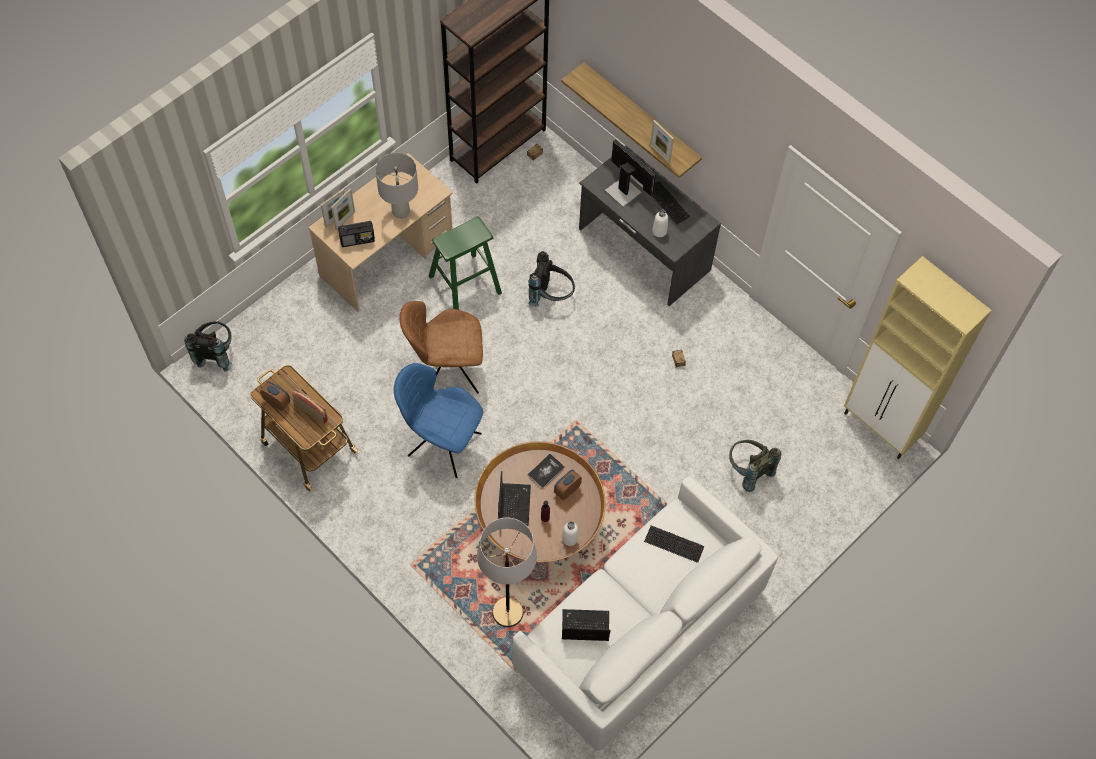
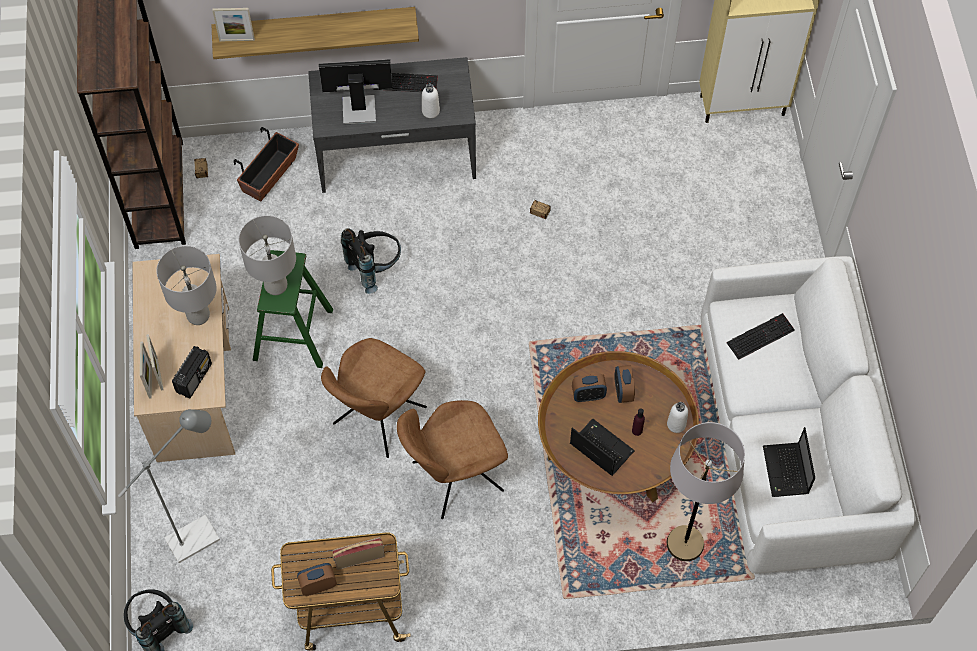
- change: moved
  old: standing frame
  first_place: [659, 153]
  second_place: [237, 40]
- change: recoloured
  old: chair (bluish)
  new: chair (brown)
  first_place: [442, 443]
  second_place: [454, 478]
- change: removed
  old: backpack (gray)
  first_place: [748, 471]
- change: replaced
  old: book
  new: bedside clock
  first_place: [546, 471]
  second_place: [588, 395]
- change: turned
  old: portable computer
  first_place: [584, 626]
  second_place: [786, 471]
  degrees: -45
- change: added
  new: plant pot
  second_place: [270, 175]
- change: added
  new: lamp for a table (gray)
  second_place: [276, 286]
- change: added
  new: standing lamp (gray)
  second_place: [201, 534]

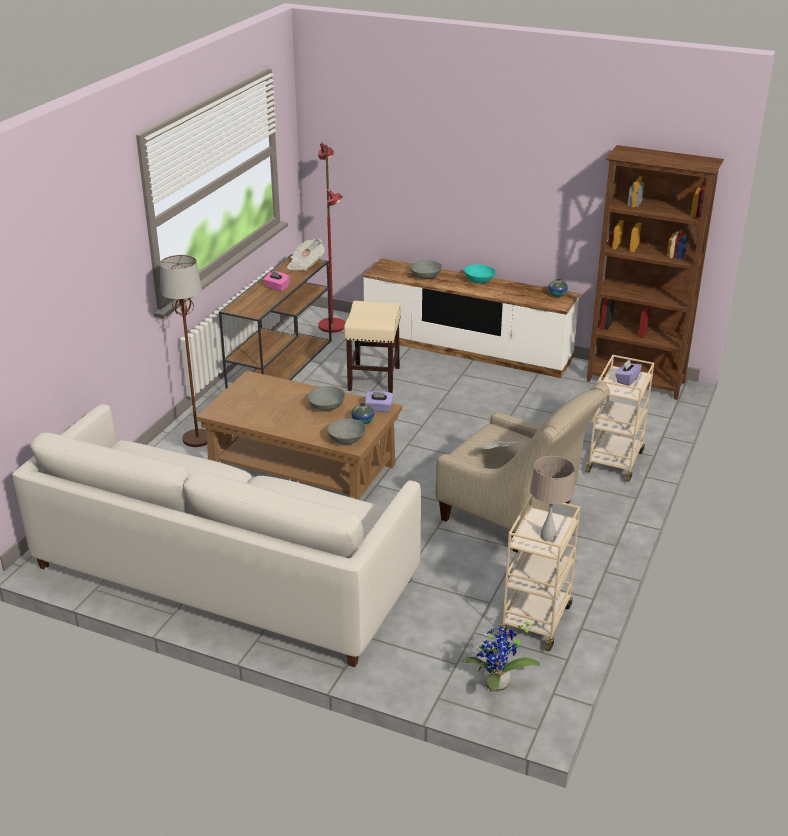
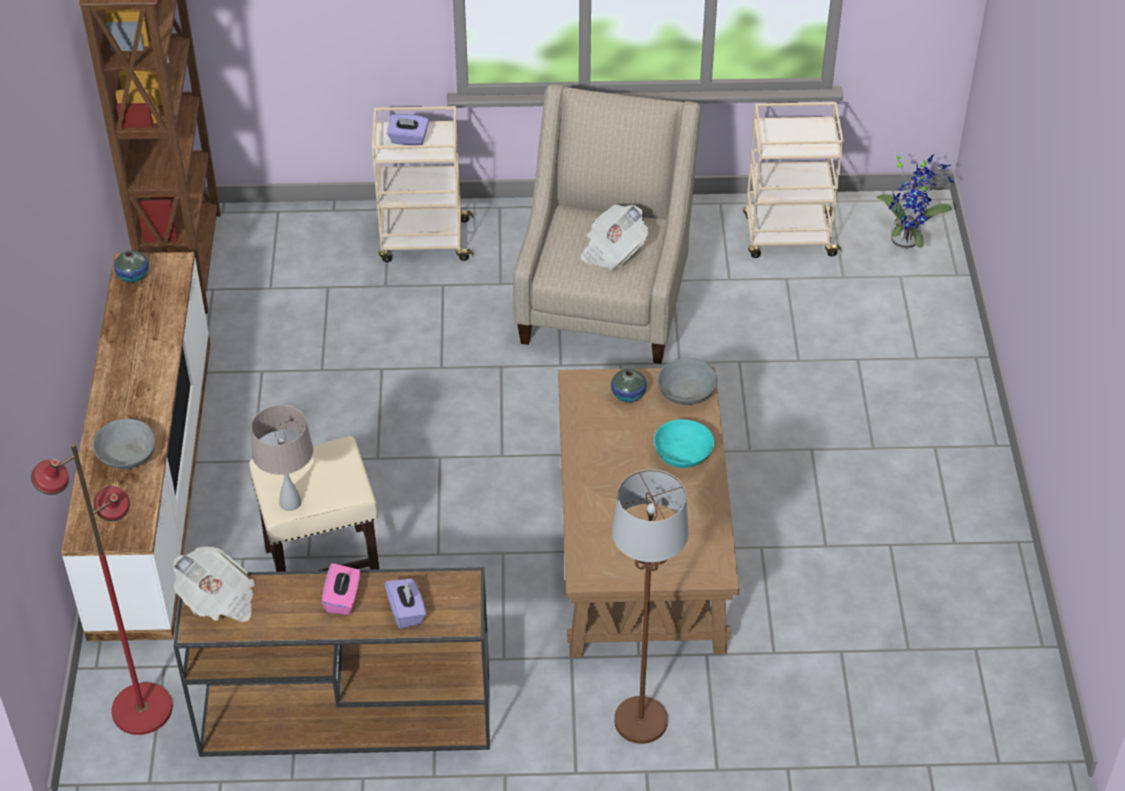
- change: moved
  old: serving bowl (turquoise-coloured)
  first_place: [479, 281]
  second_place: [683, 455]
- change: removed
  old: serving bowl (gray)
  first_place: [327, 406]
- change: moved
  old: tissue holder (purplish)
  first_place: [379, 409]
  second_place: [406, 612]
- change: removed
  old: settee (white)
  first_place: [224, 573]
- change: moved
  old: lamp for a table (sand-coloured)
  first_place: [547, 536]
  second_place: [290, 503]

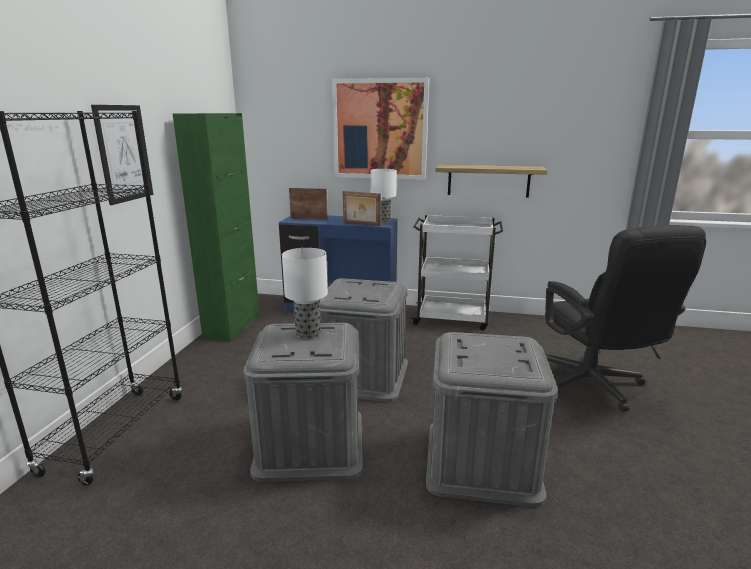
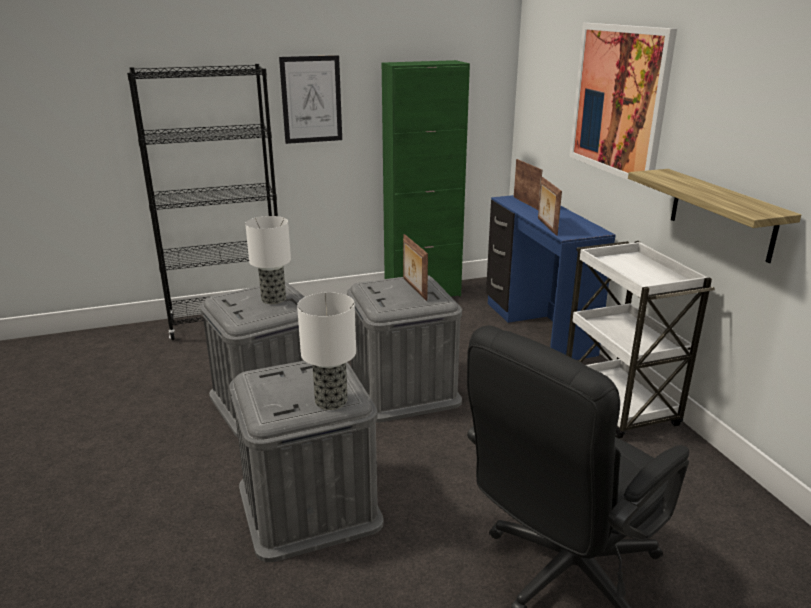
- change: moved
  old: lamp for a table
  first_place: [383, 222]
  second_place: [332, 401]
- change: added
  new: standing frame
  second_place: [413, 289]

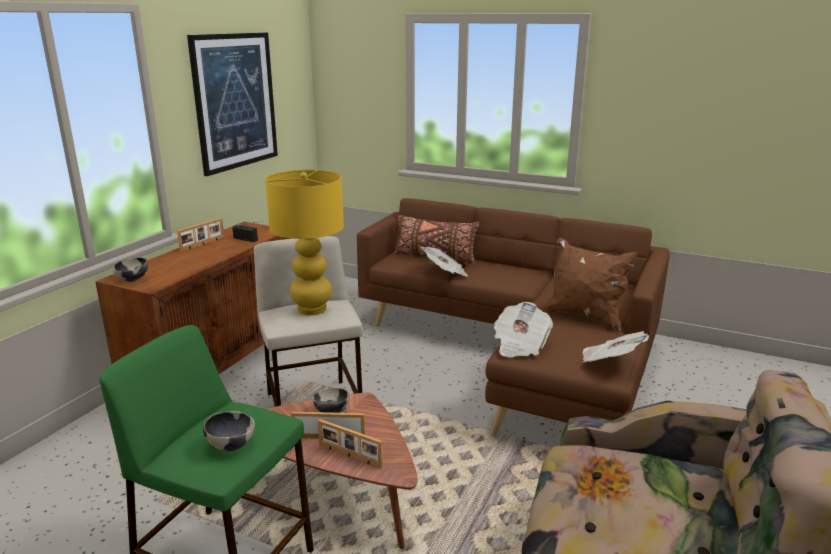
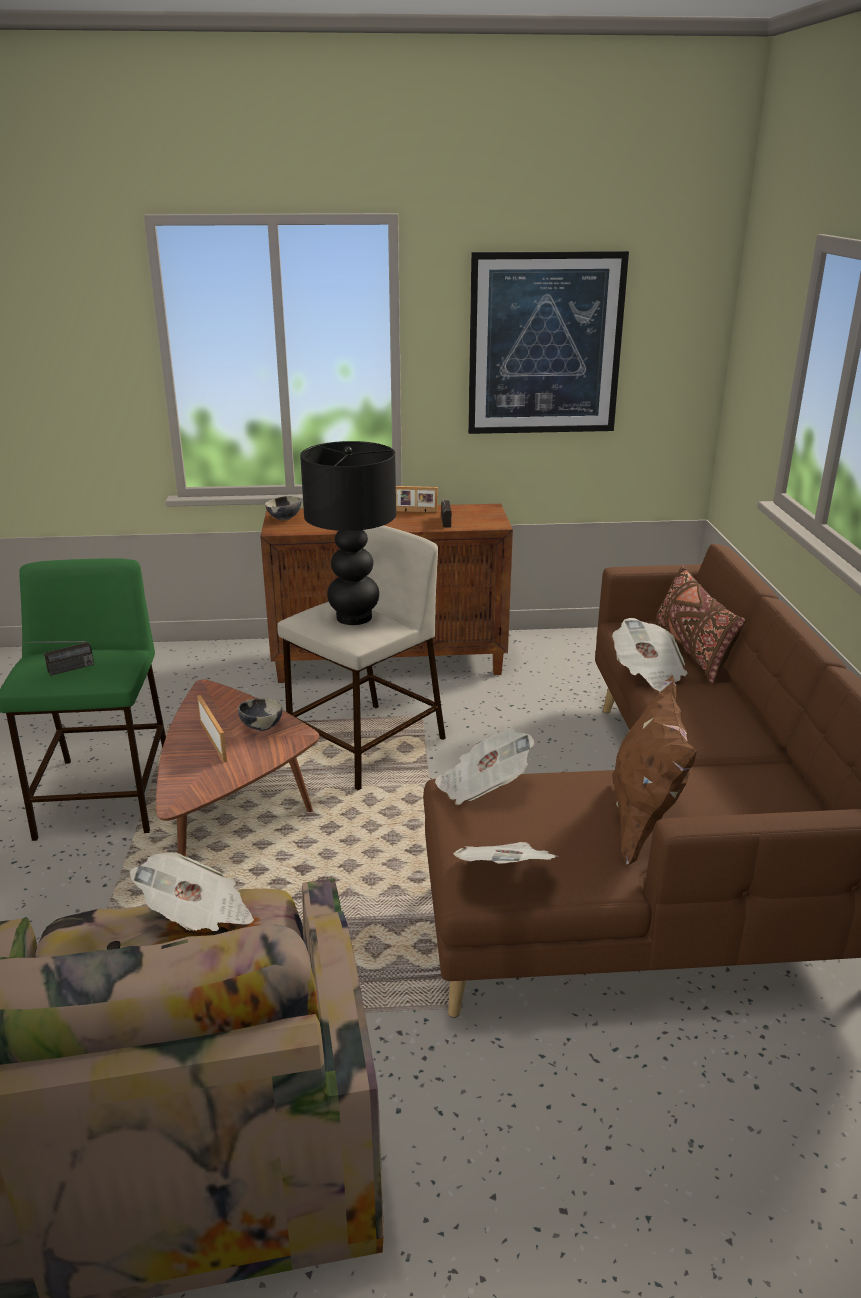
- change: recoloured
  old: lamp for a table (yellow-coloured)
  new: lamp for a table (black-coloured)
  first_place: [312, 309]
  second_place: [355, 617]
- change: replaced
  old: serving bowl
  new: radio receiver
  first_place: [231, 445]
  second_place: [59, 671]
- change: removed
  old: standing frame
  first_place: [349, 456]
- change: added
  new: printed paper
  second_place: [198, 916]

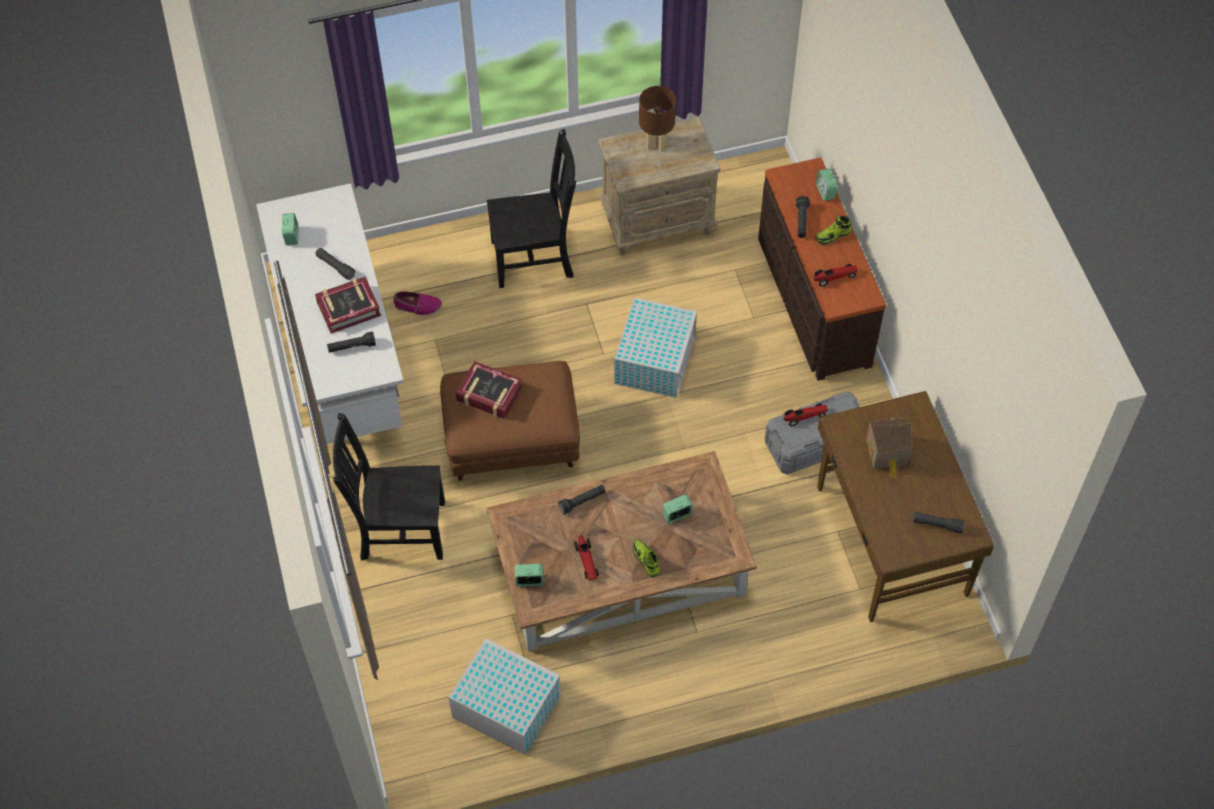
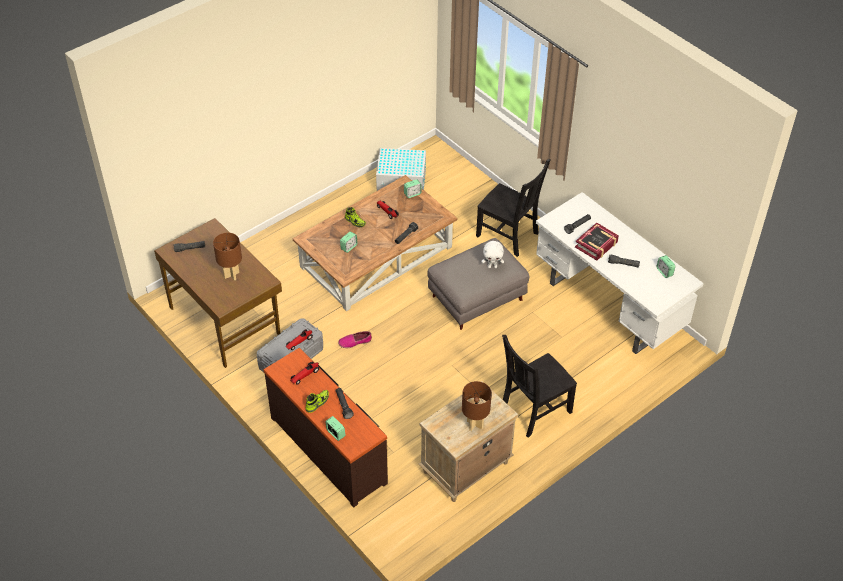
- change: moved
  old: item of footwear
  first_place: [418, 306]
  second_place: [355, 342]
- change: removed
  old: storage container (white)
  first_place: [655, 359]
- change: recoloured
  old: ottoman (brown)
  new: ottoman (gray)
  first_place: [511, 440]
  second_place: [477, 298]
- change: replaced
  old: book
  new: cuddly toy (white)
  first_place: [489, 394]
  second_place: [492, 266]
- change: turned
  old: chair (black-coloured)
  first_place: [399, 529]
  second_place: [509, 235]
  degrees: 60
- change: replaced
  old: toy house
  new: lamp for a table (brown)
  first_place: [887, 454]
  second_place: [231, 275]

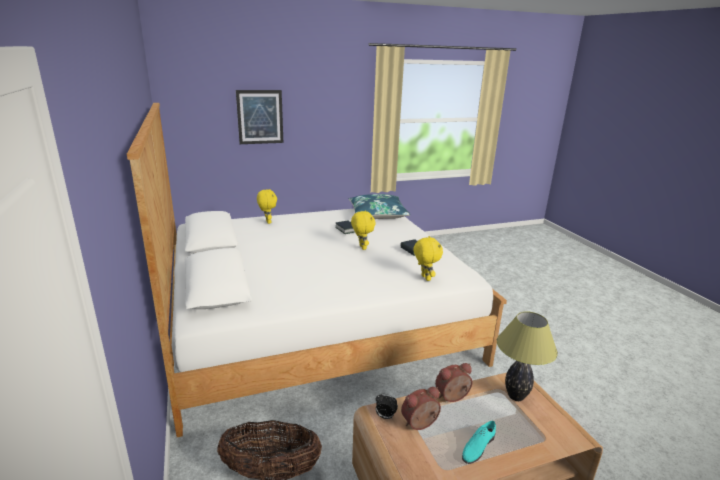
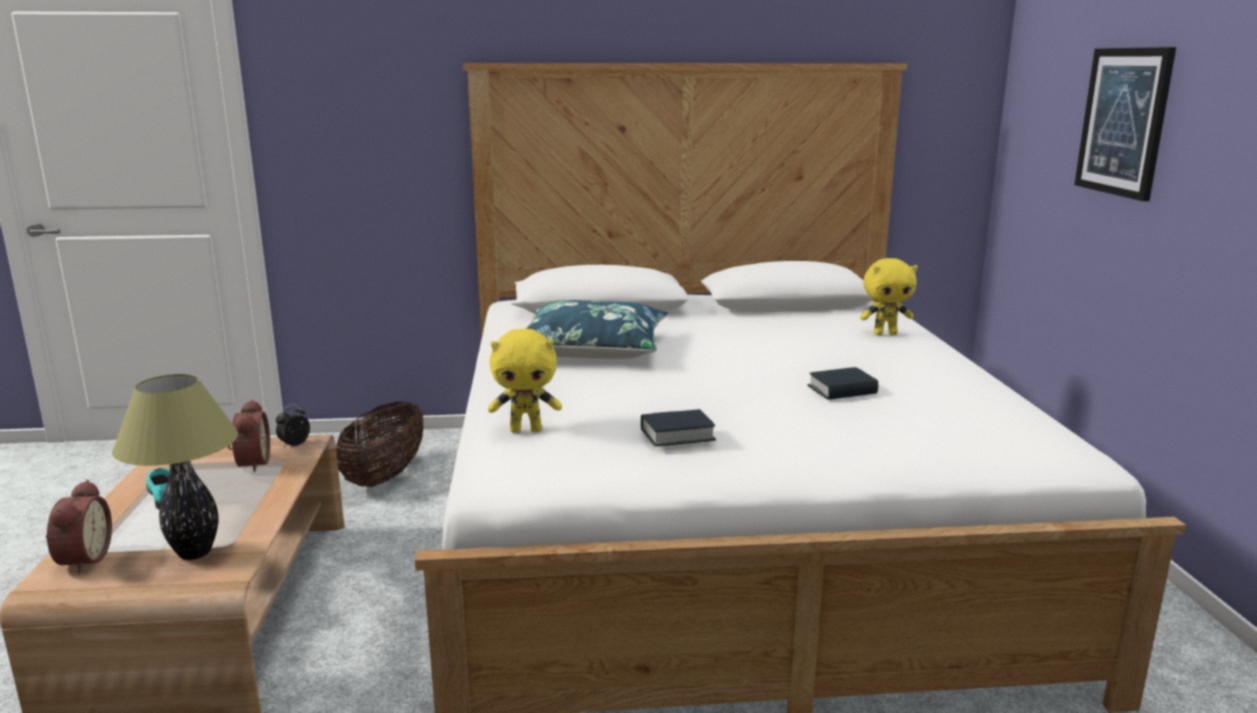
- change: moved
  old: pillow (bluish)
  first_place: [377, 214]
  second_place: [592, 349]
- change: removed
  old: cuddly toy (yellow-coloured)
  first_place: [361, 247]
- change: moved
  old: bedside clock
  first_place: [453, 397]
  second_place: [81, 560]

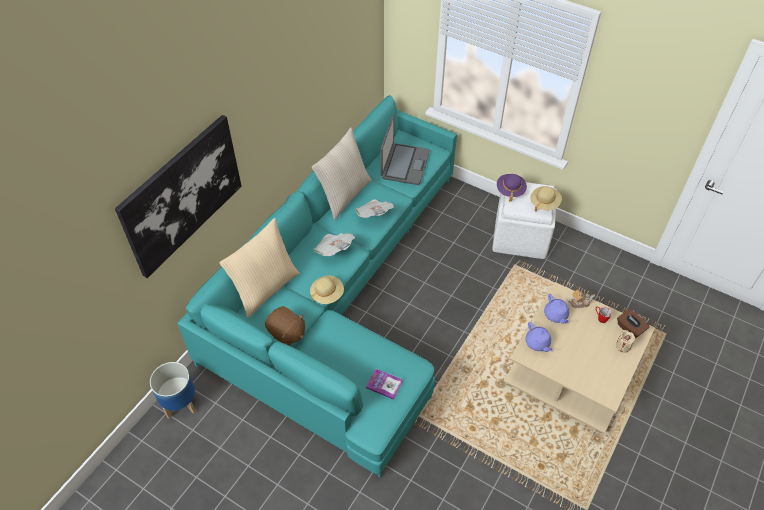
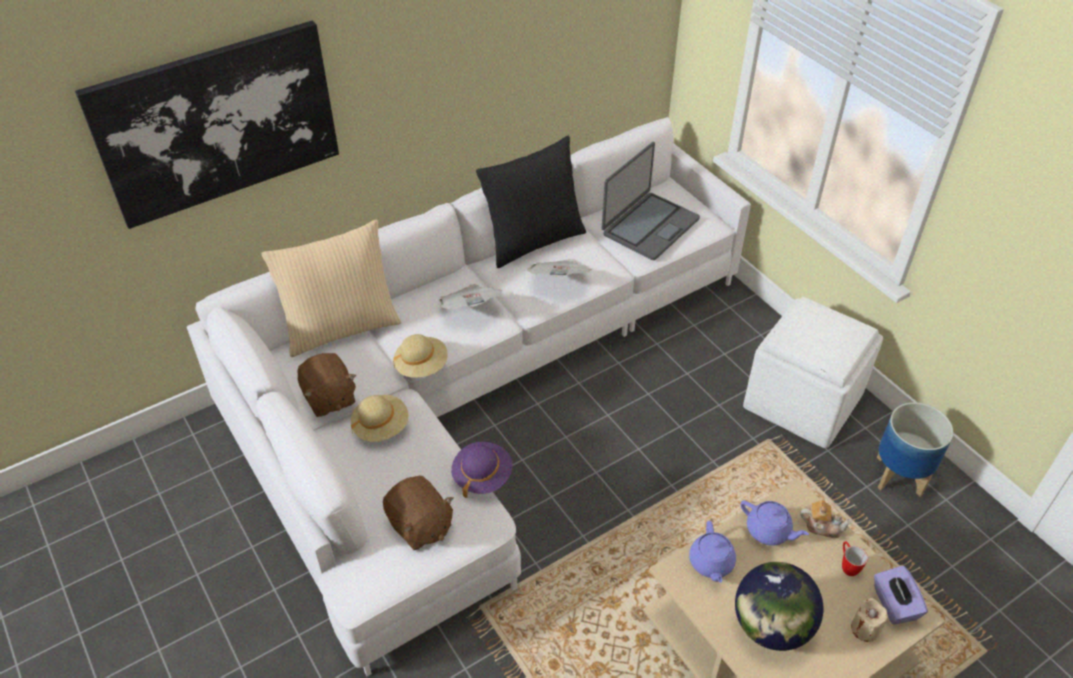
- change: recoloured
  old: settee (turquoise-coloured)
  new: settee (white)
  first_place: [340, 298]
  second_place: [469, 392]
- change: recoloured
  old: pillow (sand-coloured)
  new: pillow (black-coloured)
  first_place: [344, 195]
  second_place: [533, 240]
- change: moved
  old: wearable hat (purplish)
  first_place: [510, 190]
  second_place: [482, 476]
- change: moved
  old: wearable hat (sand-coloured)
  first_place: [544, 203]
  second_place: [381, 427]
- change: turned
  old: teapot (purplish)
  first_place: [556, 315]
  second_place: [769, 531]
  degrees: -60
- change: recoloured
  old: tissue holder (brown)
  new: tissue holder (purplish)
  first_place: [629, 329]
  second_place: [893, 604]
- change: moved
  old: plant pot
  first_place: [180, 403]
  second_place: [899, 475]
- change: replaced
  old: book
  new: cuddly toy (brown)
  first_place: [384, 384]
  second_place: [420, 526]
- change: added
  new: desk globe
  second_place: [770, 626]

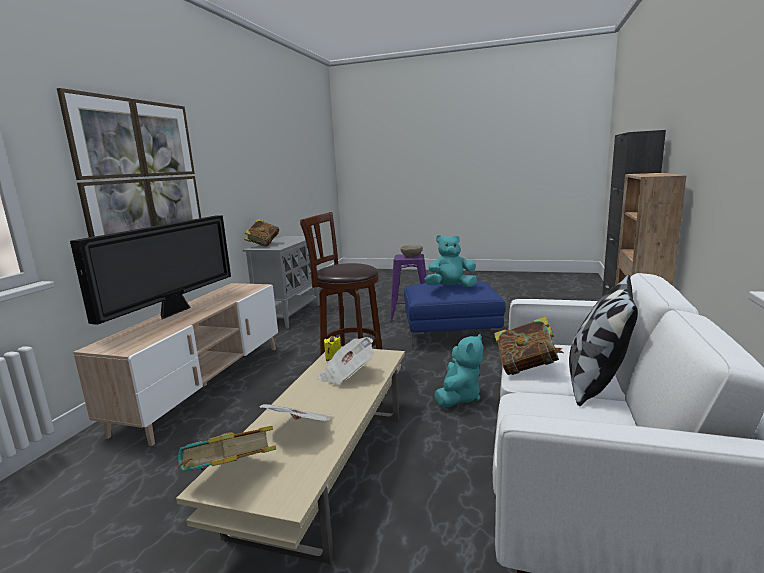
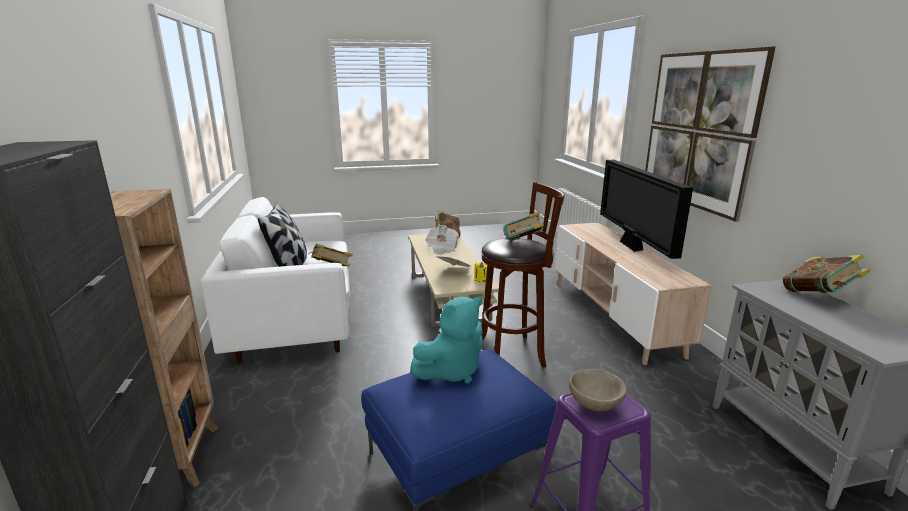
- change: removed
  old: cuddly toy (turquoise-coloured)
  first_place: [459, 397]
- change: added
  new: book
  second_place: [523, 245]

